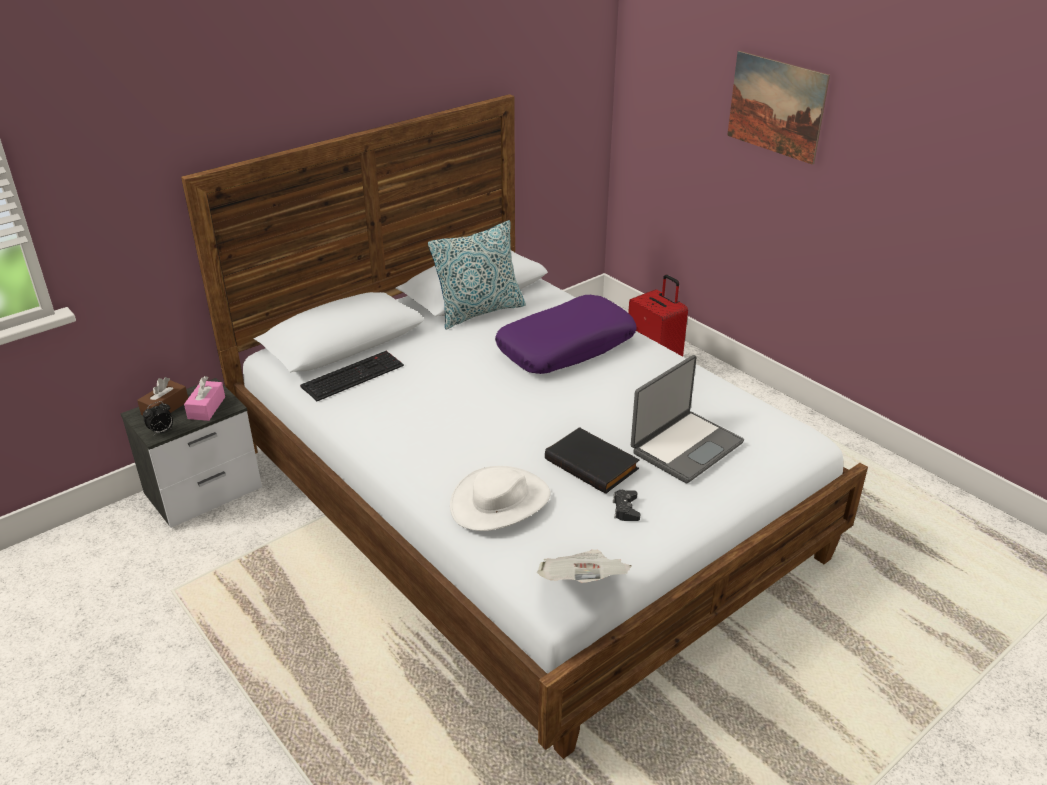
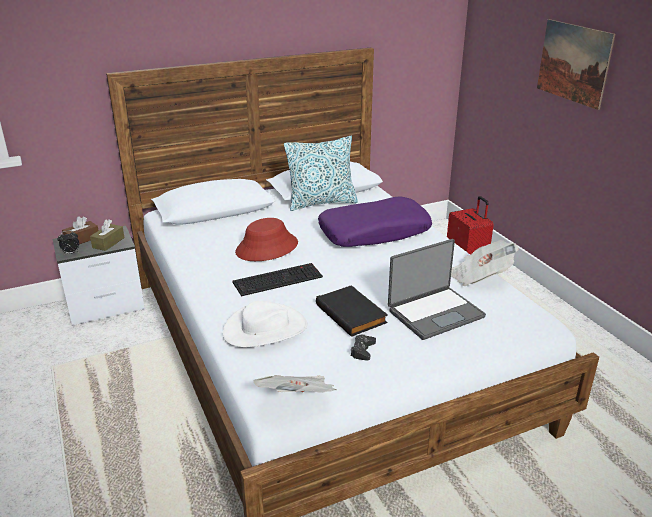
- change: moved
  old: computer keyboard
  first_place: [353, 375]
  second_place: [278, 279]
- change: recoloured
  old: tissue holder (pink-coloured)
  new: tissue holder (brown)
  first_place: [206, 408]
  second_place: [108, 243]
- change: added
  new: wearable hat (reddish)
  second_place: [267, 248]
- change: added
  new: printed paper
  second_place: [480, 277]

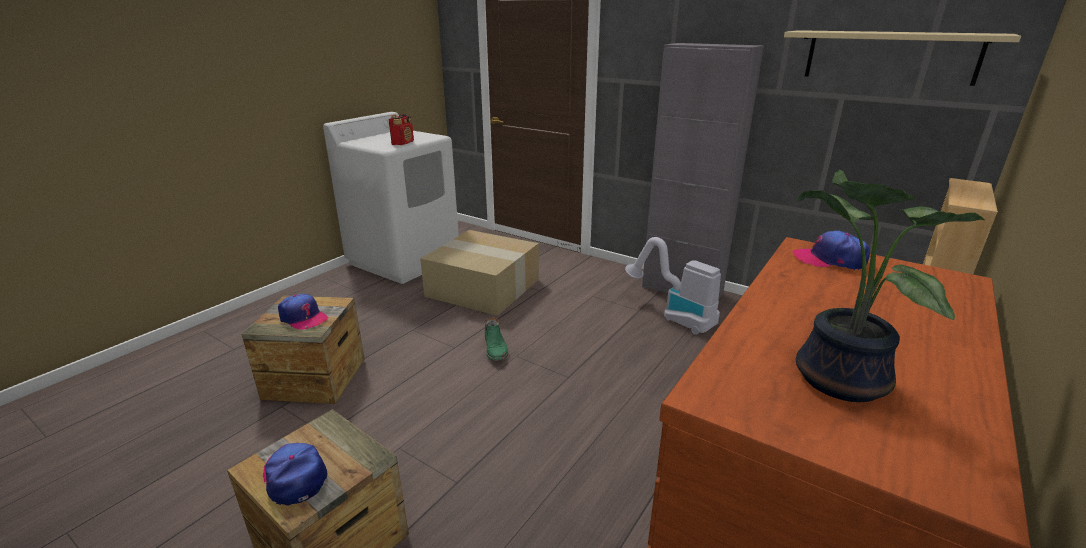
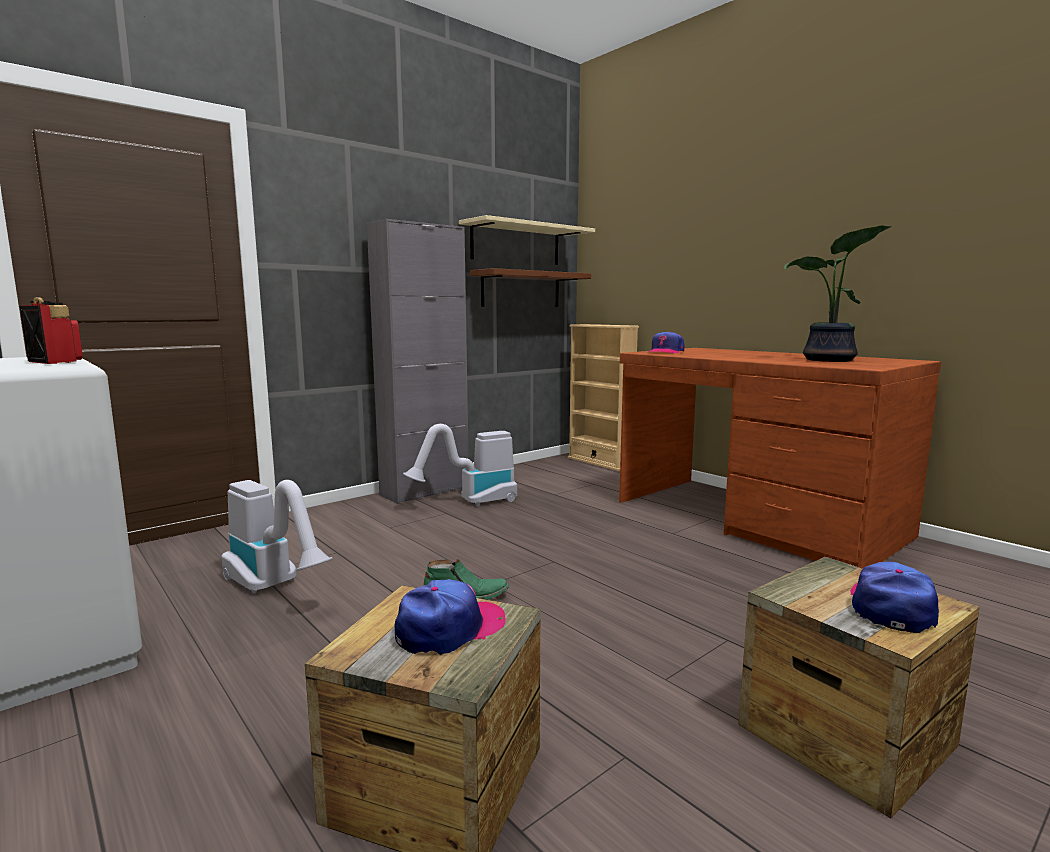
- change: replaced
  old: carton
  new: hoover
  first_place: [485, 287]
  second_place: [275, 587]
- change: turned
  old: peaked cap
  first_place: [295, 475]
  second_place: [891, 607]
  degrees: 135
- change: added
  new: wall shelf (brown)
  second_place: [521, 289]

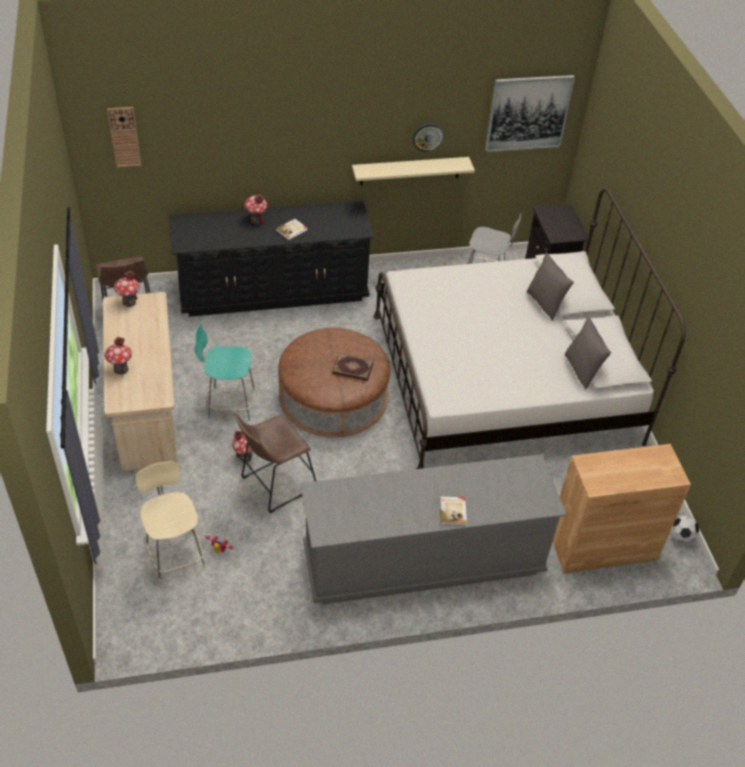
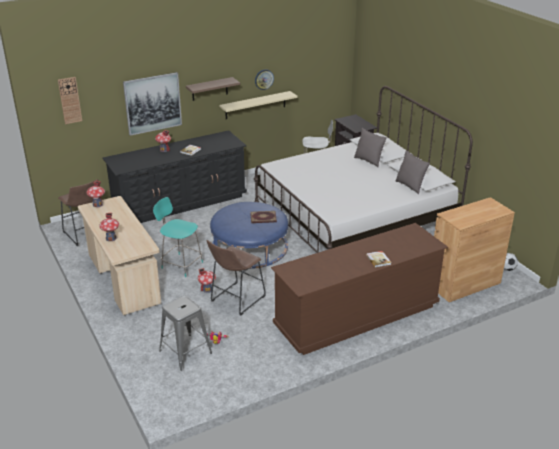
- change: moved
  old: picture
  first_place: [528, 113]
  second_place: [152, 103]
- change: turned
  old: chair (turquoise-coloured)
  first_place: [229, 403]
  second_place: [181, 265]
  degrees: 45
- change: recoloured
  old: ottoman (brown)
  new: ottoman (bluish)
  first_place: [333, 395]
  second_place: [249, 246]
- change: recoloured
  old: drawer chest (gray)
  new: drawer chest (brown)
  first_place: [423, 559]
  second_place: [357, 316]
- change: replaced
  old: chair (sand-coloured)
  new: stool (gray)
  first_place: [175, 554]
  second_place: [185, 352]
- change: added
  new: wall shelf
  second_place: [209, 89]

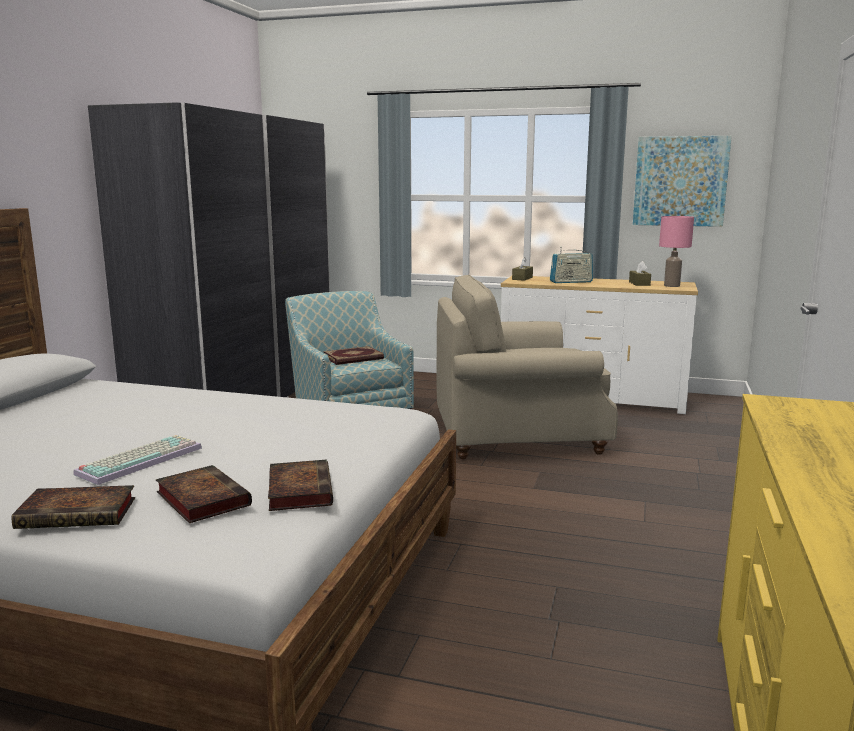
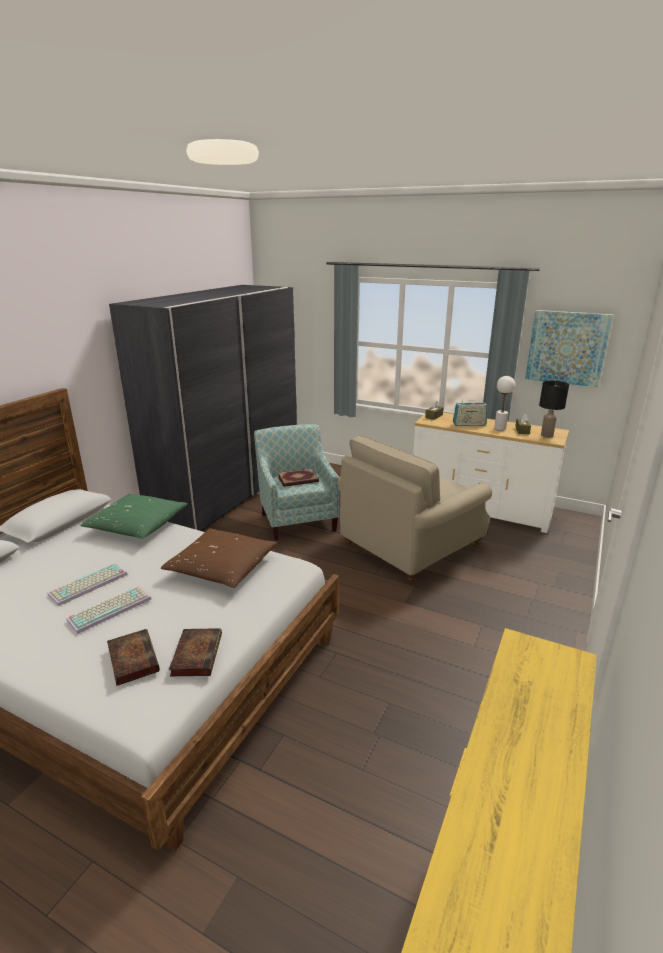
- change: recoloured
  old: lamp for a table (pink-coloured)
  new: lamp for a table (black-coloured)
  first_place: [671, 286]
  second_place: [546, 435]
- change: turned
  old: lounge chair (sand-coloured)
  first_place: [517, 435]
  second_place: [410, 545]
  degrees: -45
- change: removed
  old: book
  first_place: [80, 513]
- change: added
  new: lamp for a table (white)
  second_place: [499, 428]
- change: added
  new: pillow (green-coloured)
  second_place: [137, 525]
- change: added
  new: pillow (brown)
  second_place: [222, 567]
- change: added
  new: computer keyboard
  second_place: [88, 585]

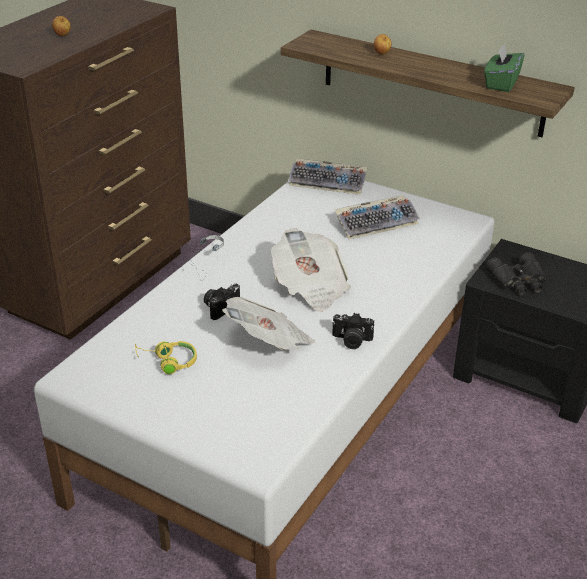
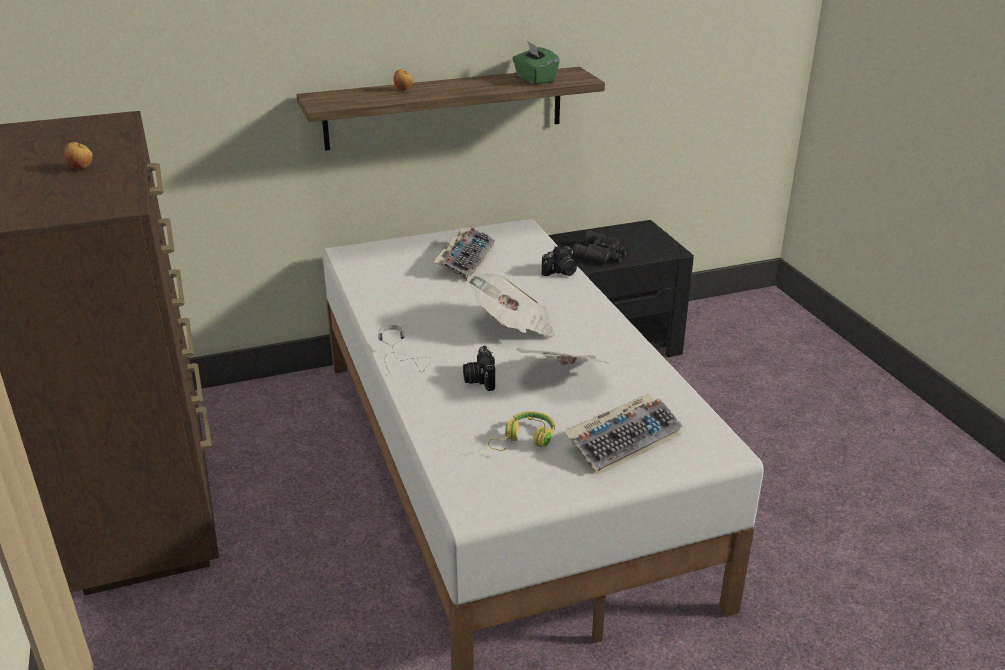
- change: moved
  old: computer keyboard
  first_place: [329, 182]
  second_place: [624, 440]
- change: moved
  old: still camera
  first_place: [351, 341]
  second_place: [560, 272]

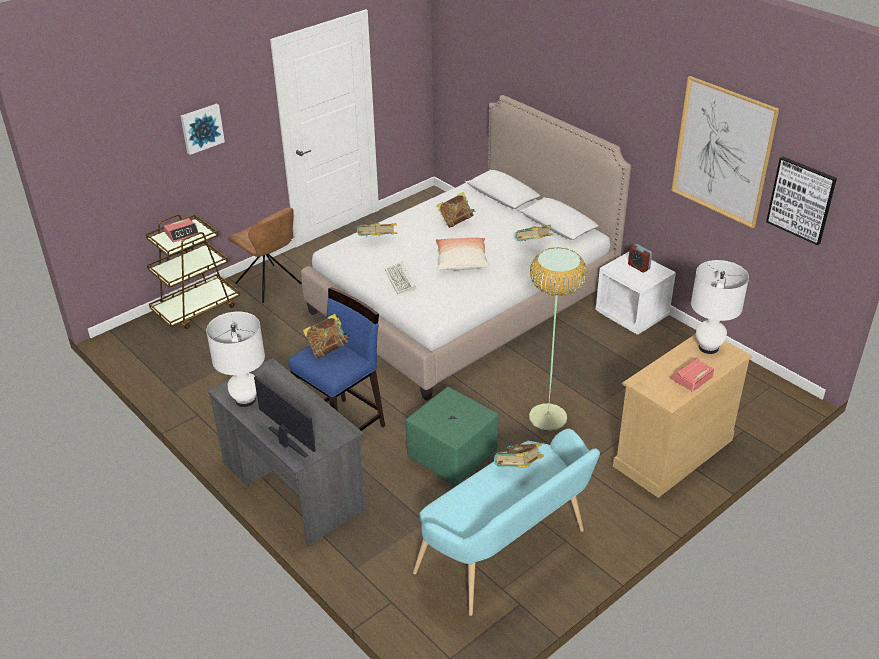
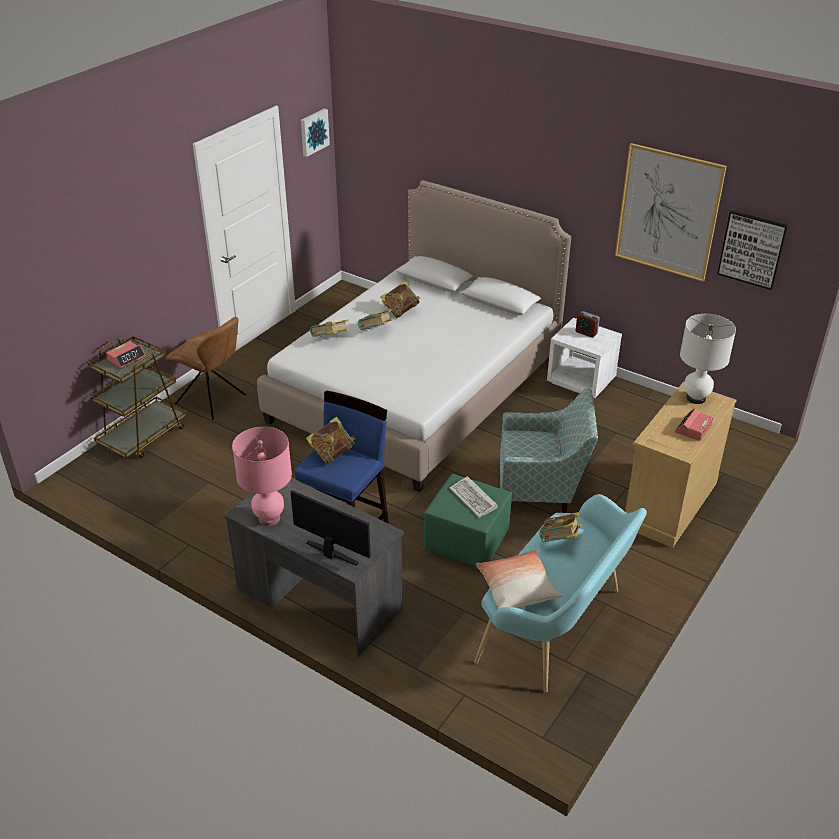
- change: moved
  old: picture
  first_place: [201, 128]
  second_place: [313, 132]
- change: moved
  old: book
  first_place: [533, 245]
  second_place: [375, 332]
- change: moved
  old: pillow
  first_place: [461, 261]
  second_place: [517, 589]
- change: replaced
  old: standing lamp
  new: lounge chair
  first_place: [548, 417]
  second_place: [542, 489]
- change: moved
  old: computer keyboard
  first_place: [401, 280]
  second_place: [474, 499]
- change: recoloured
  old: lamp for a table (white)
  new: lamp for a table (pink-coloured)
  first_place: [245, 400]
  second_place: [269, 518]

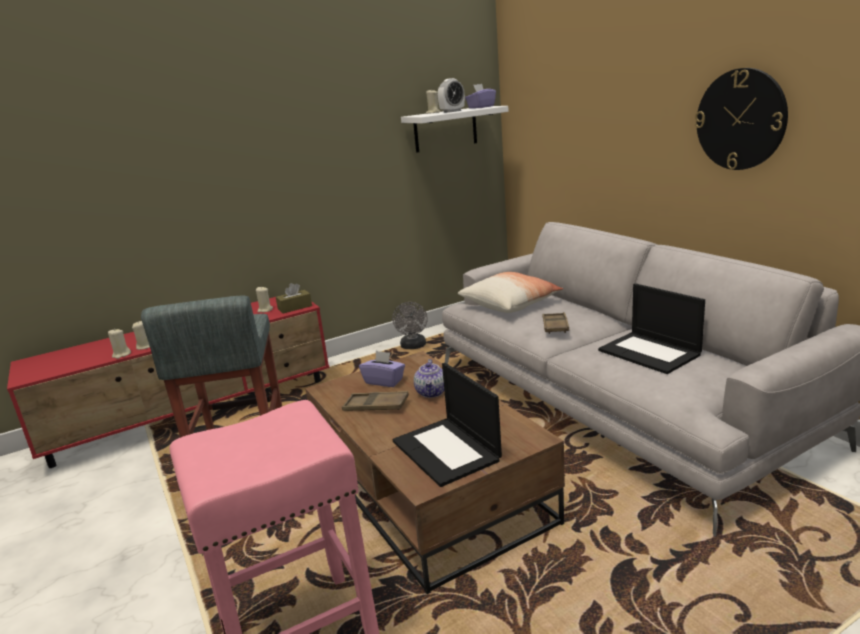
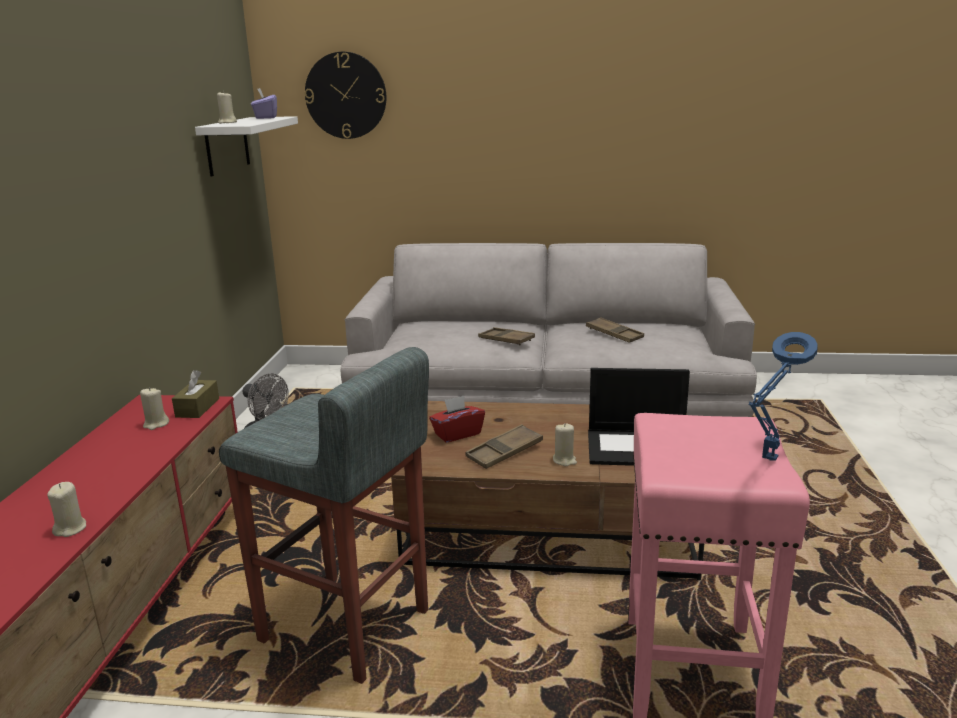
- change: moved
  old: wall clock
  first_place: [740, 119]
  second_place: [346, 95]
- change: removed
  old: bedside clock
  first_place: [452, 111]
- change: removed
  old: pillow
  first_place: [510, 304]
- change: replaced
  old: portable computer
  new: carrying tray (brown)
  first_place: [650, 352]
  second_place: [614, 334]
- change: moved
  old: wax light (sand-coloured)
  first_place: [121, 355]
  second_place: [564, 460]
- change: recoloured
  old: tissue holder (purplish)
  new: tissue holder (reddish)
  first_place: [384, 381]
  second_place: [457, 434]
- change: removed
  old: teapot
  first_place: [432, 392]
- change: added
  new: lamp for a table (bluish)
  second_place: [768, 460]

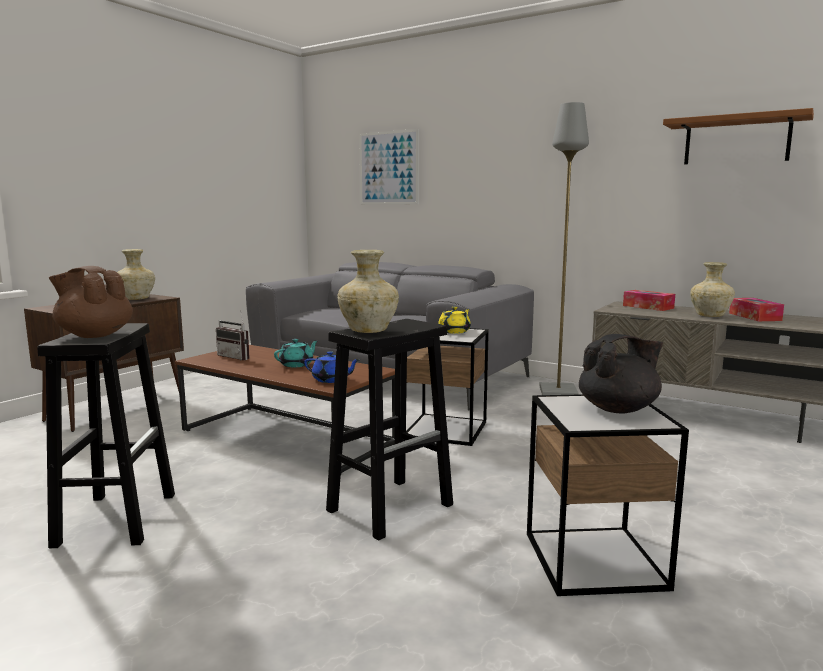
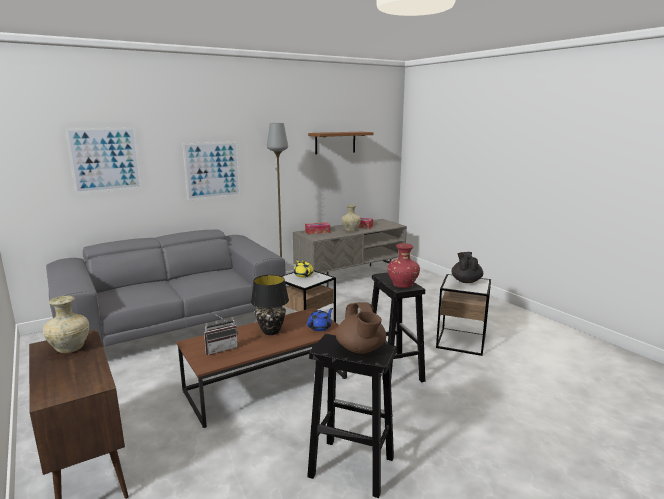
- change: recoloured
  old: flower vase (sand-coloured)
  new: flower vase (reddish)
  first_place: [369, 330]
  second_place: [402, 285]
- change: turned
  old: teapot (brown)
  first_place: [94, 335]
  second_place: [361, 349]
  degrees: -60
- change: replaced
  old: teapot (turquoise-coloured)
  new: lamp for a table (black-coloured)
  first_place: [297, 364]
  second_place: [270, 332]
- change: added
  new: picture
  second_place: [212, 170]

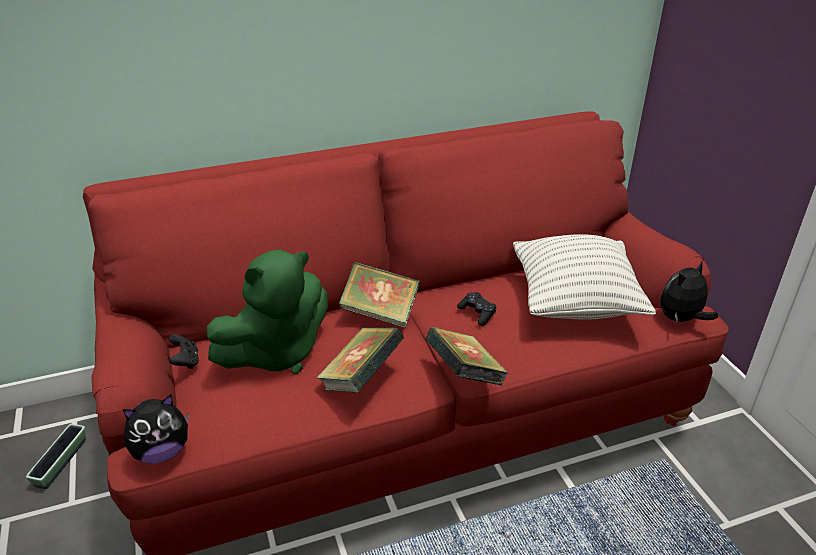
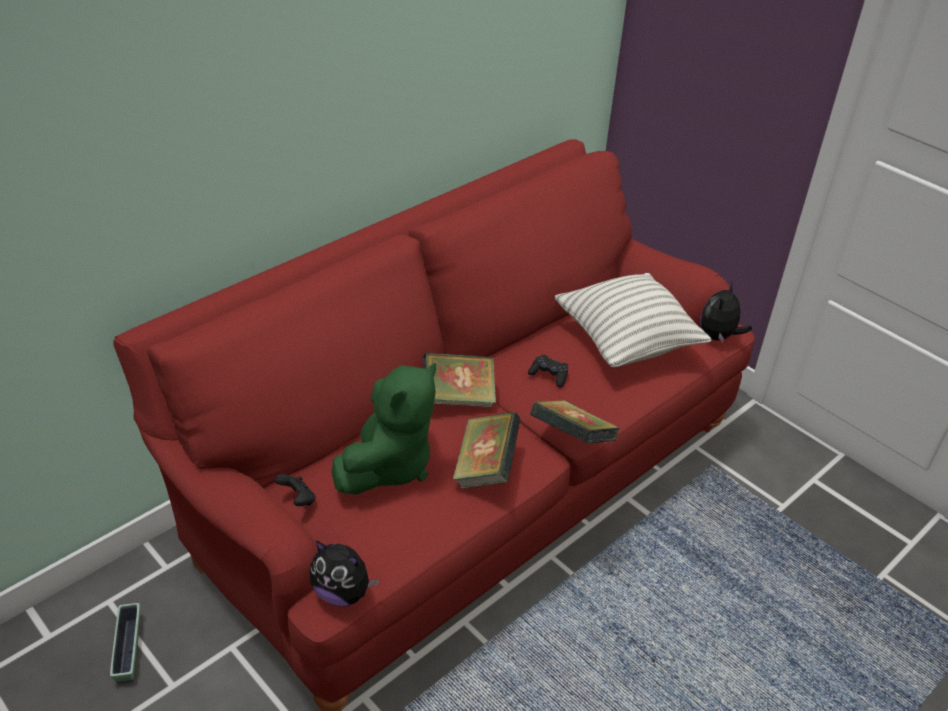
- change: turned
  old: cuddly toy
  first_place: [162, 452]
  second_place: [343, 593]
  degrees: 75

